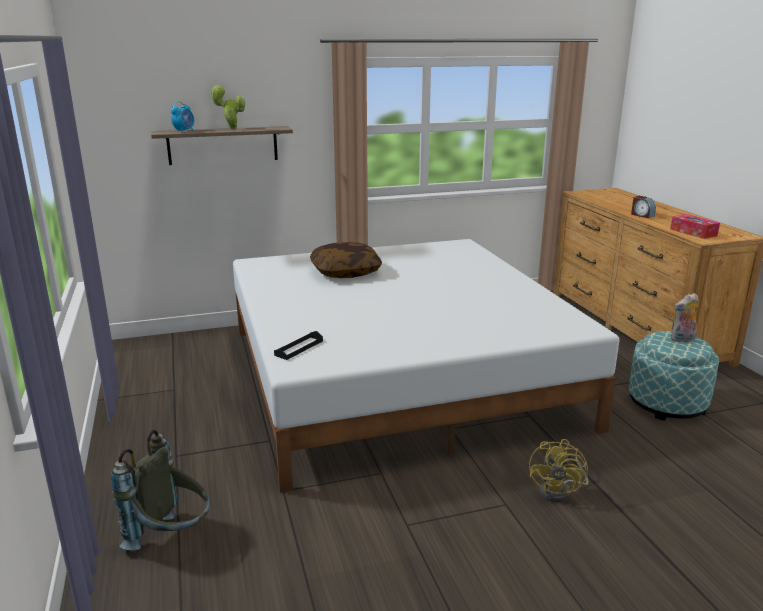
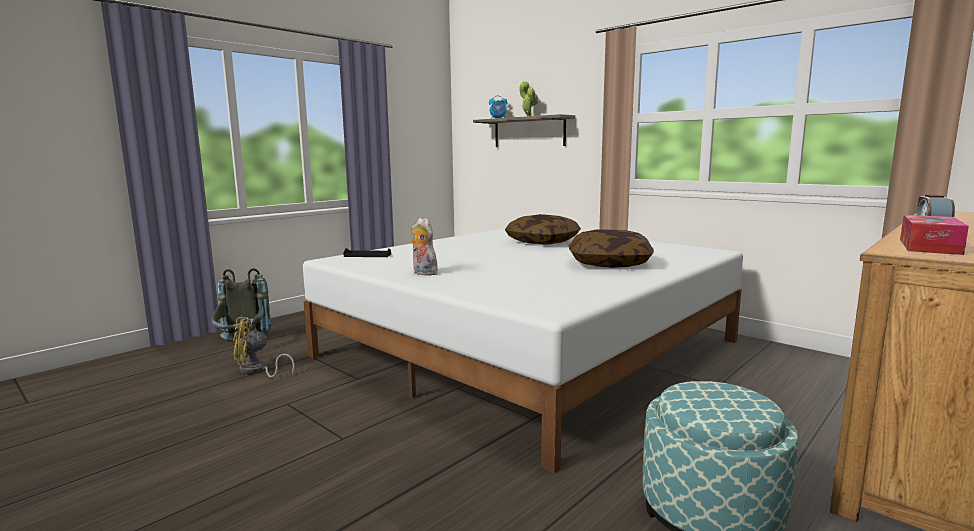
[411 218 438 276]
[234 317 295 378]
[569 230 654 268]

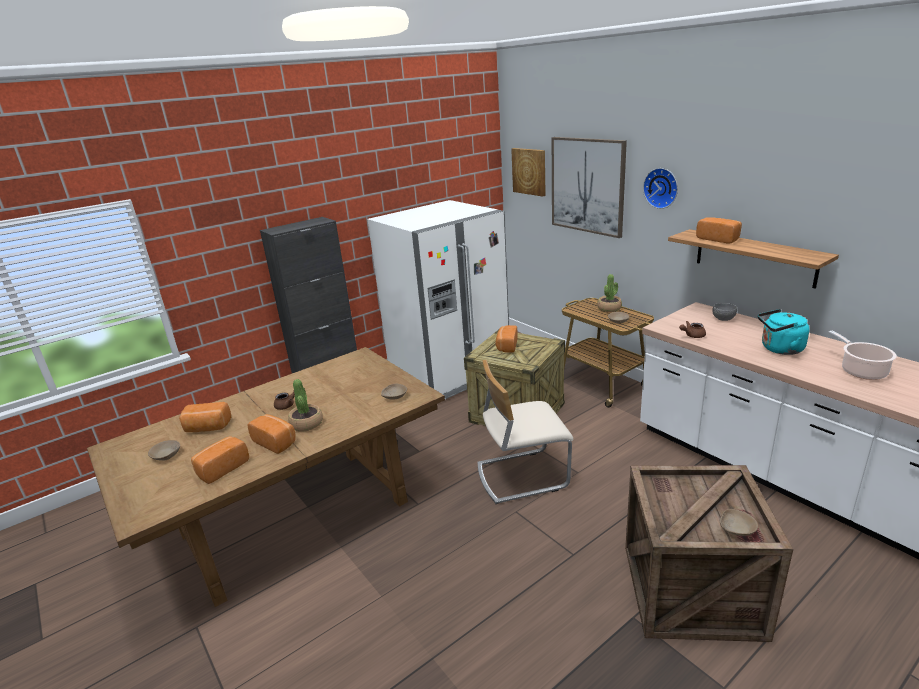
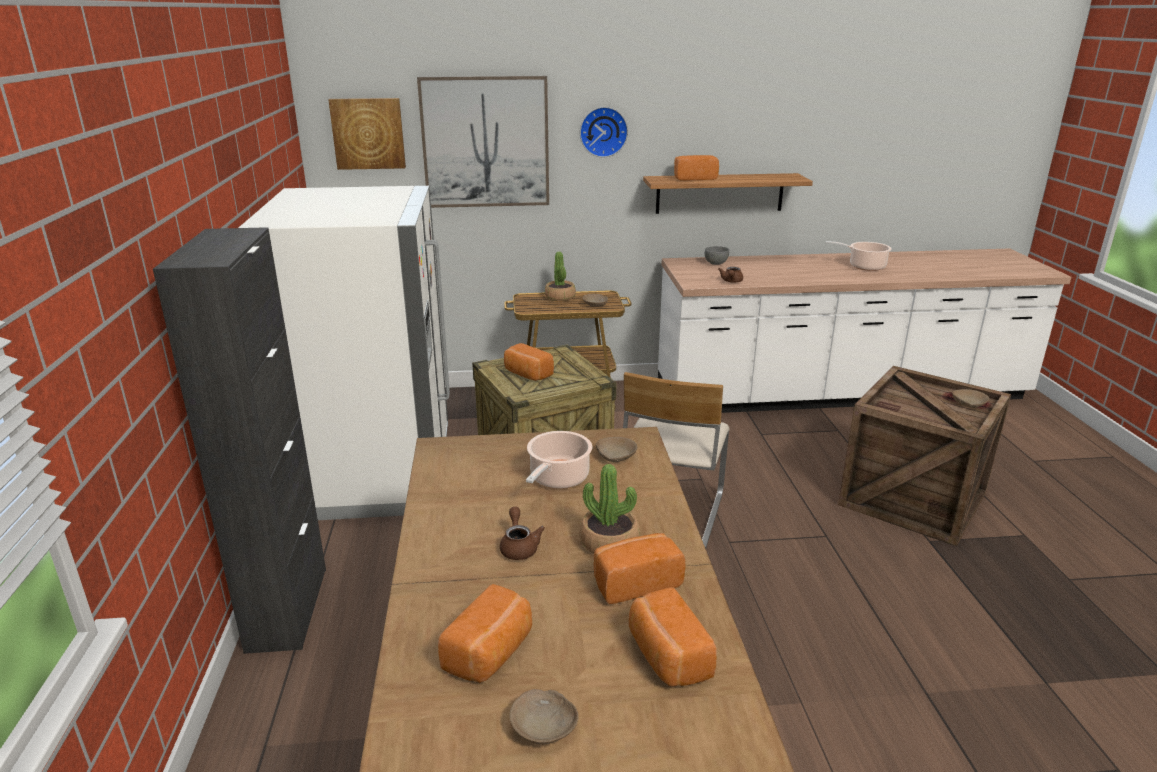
[758 309 810 355] (first image)
[526 431 592 489]

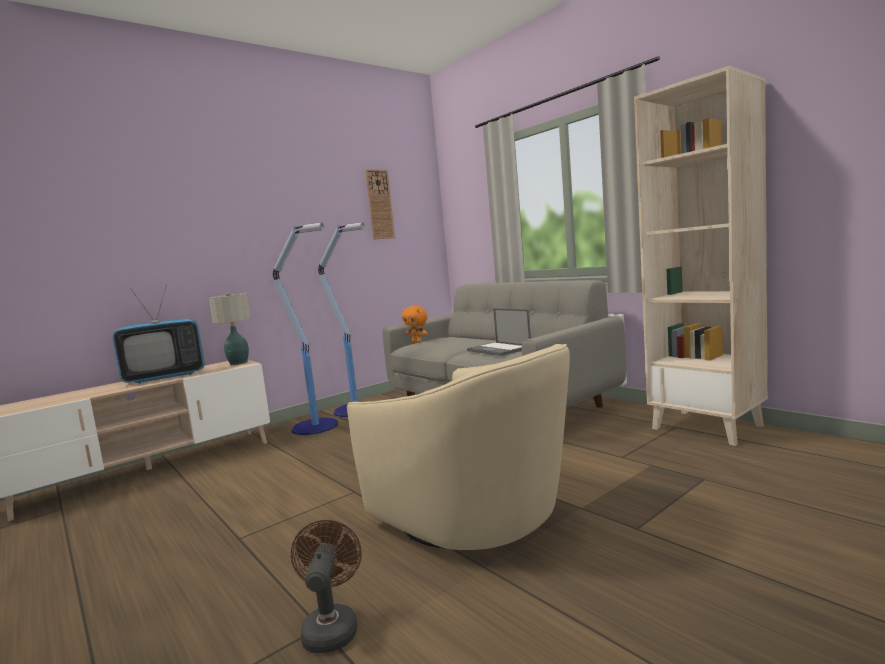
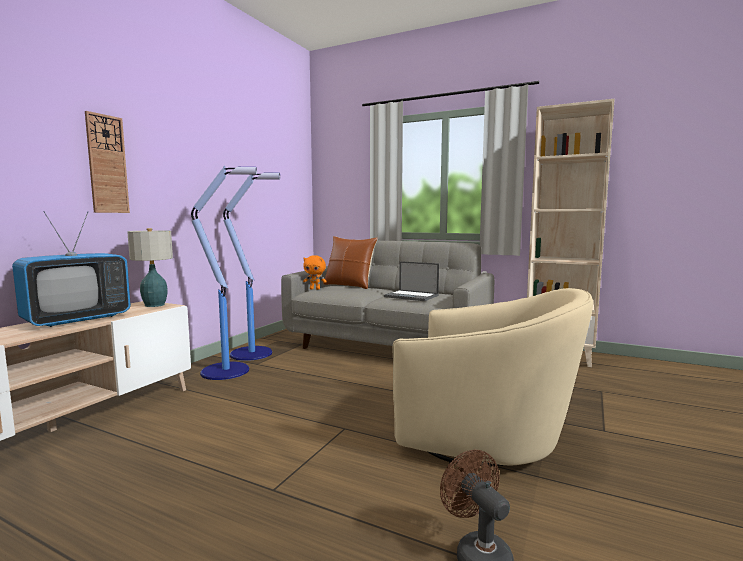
[85 111 130 213]
[323 236 378 289]

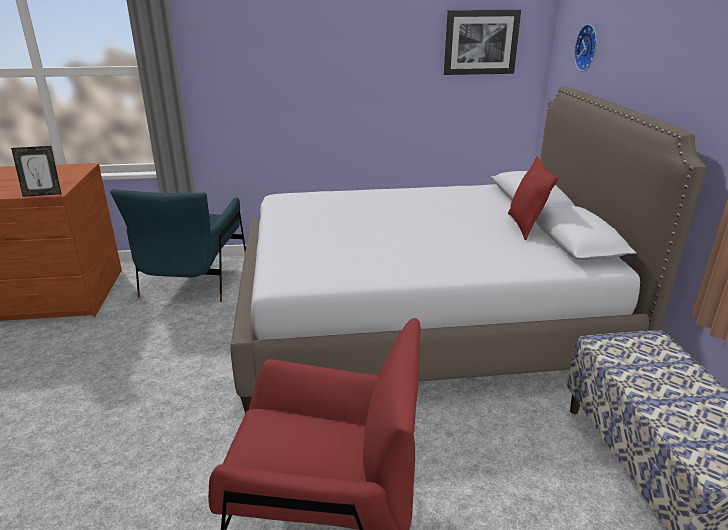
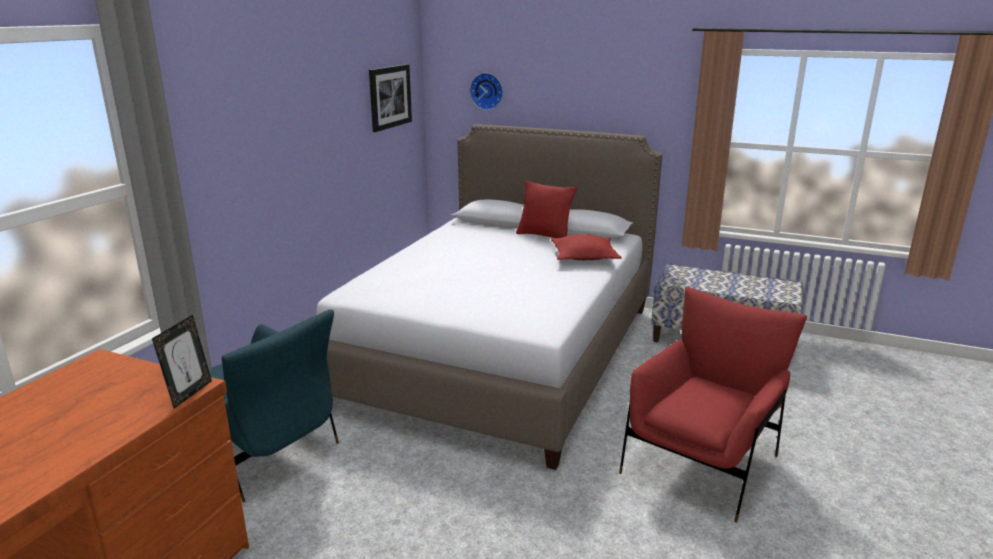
[551 234 622 260]

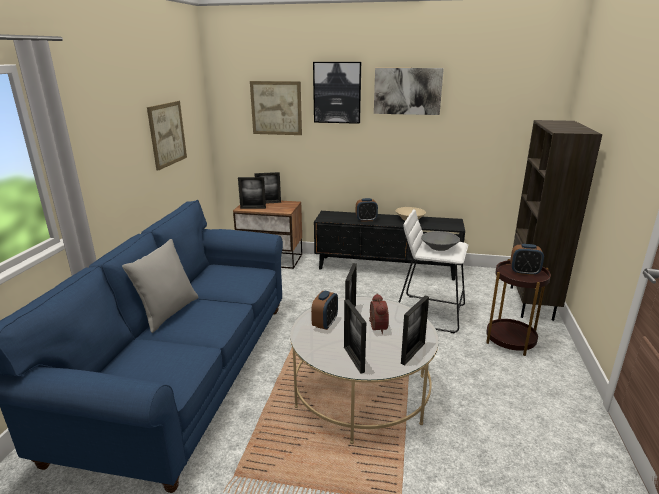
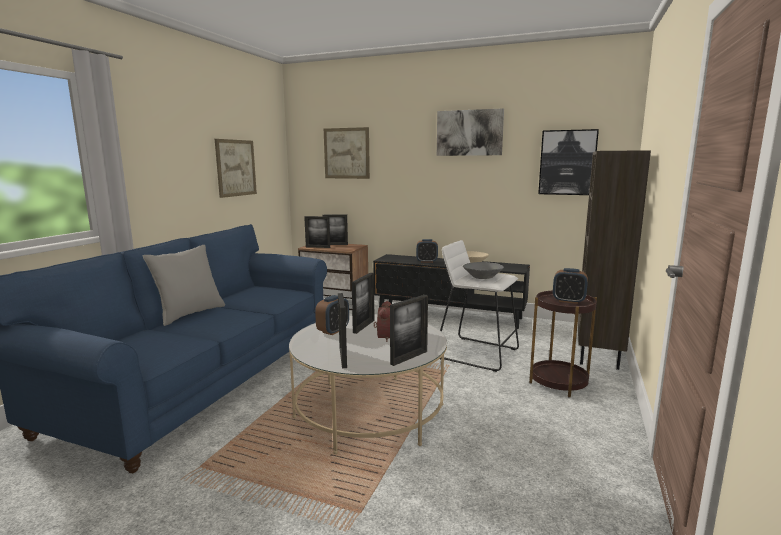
[538 129 599 195]

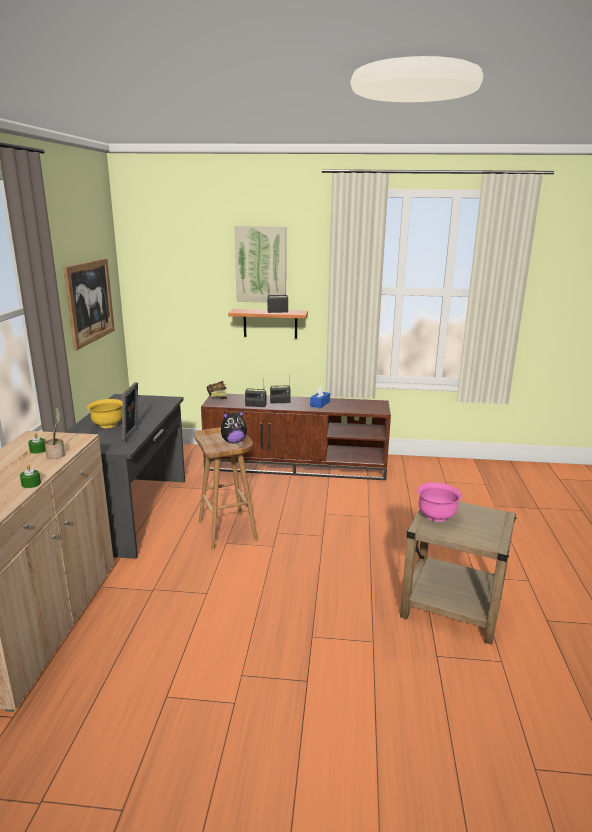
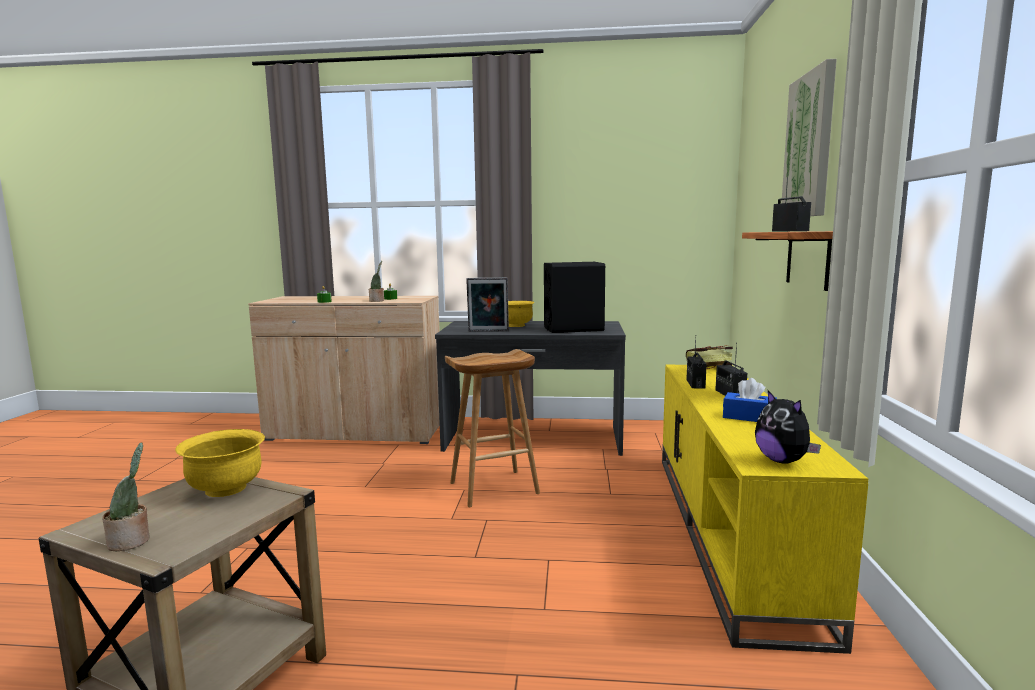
[63 258 115 350] (first image)
[662 365 868 654]
[755 390 821 464]
[175 429 265 497]
[544 262 605 333]
[102 442 150 551]

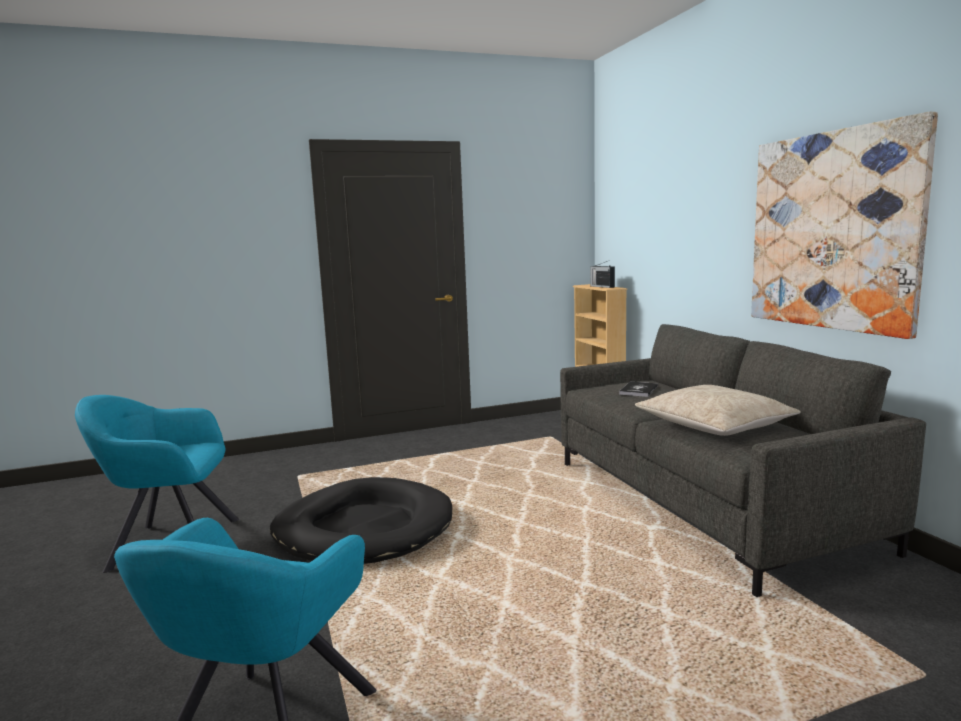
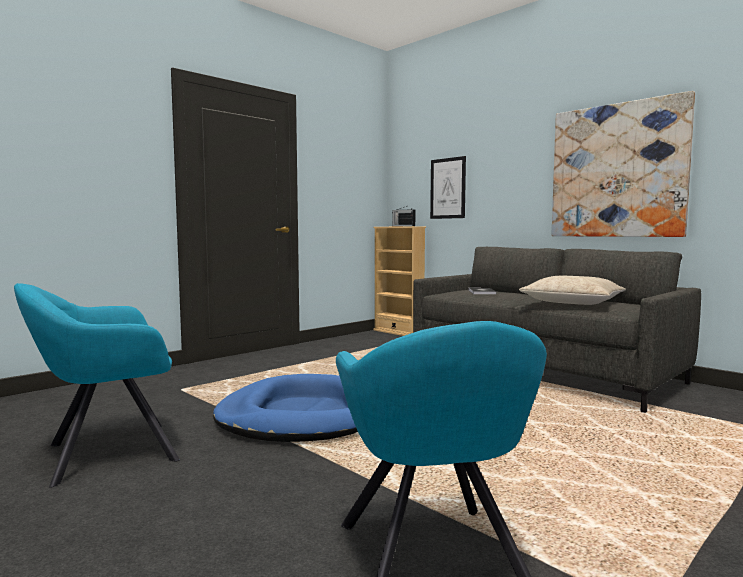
[213 374 358 442]
[430 156 466 219]

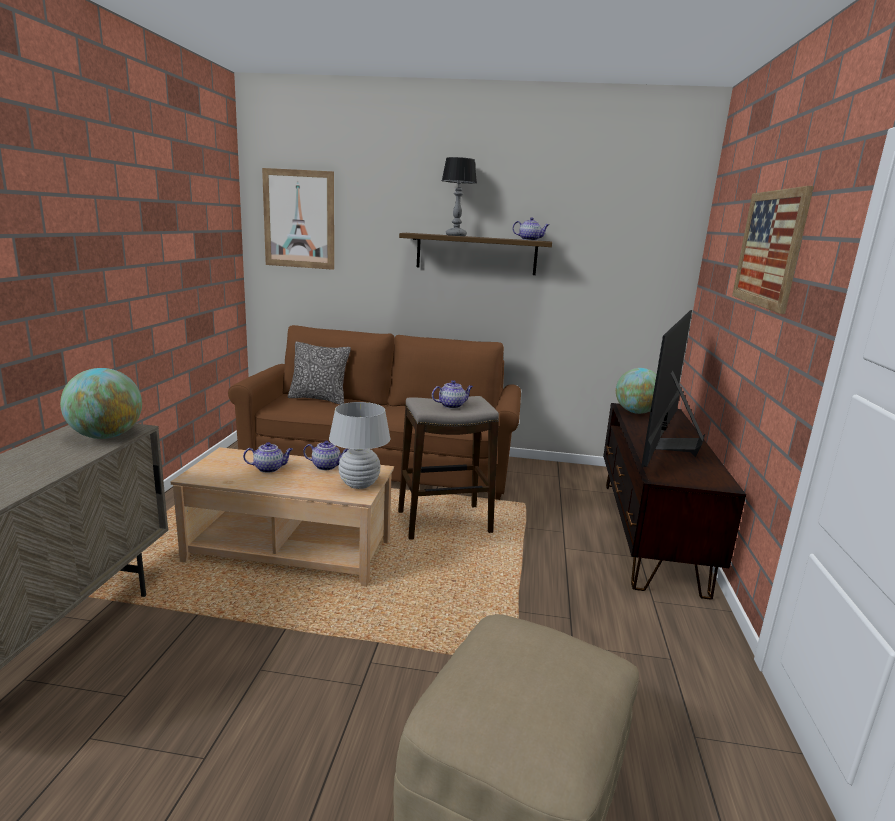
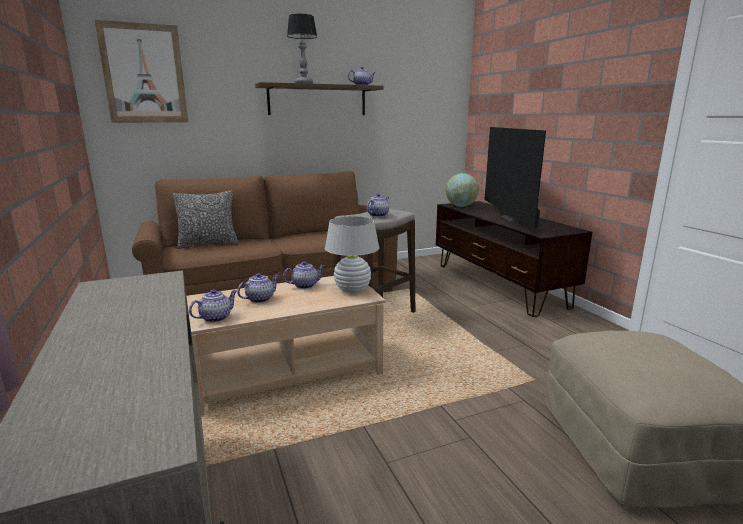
[732 186 814 314] (first image)
[60 368 142 439] (first image)
[189 289 237 323]

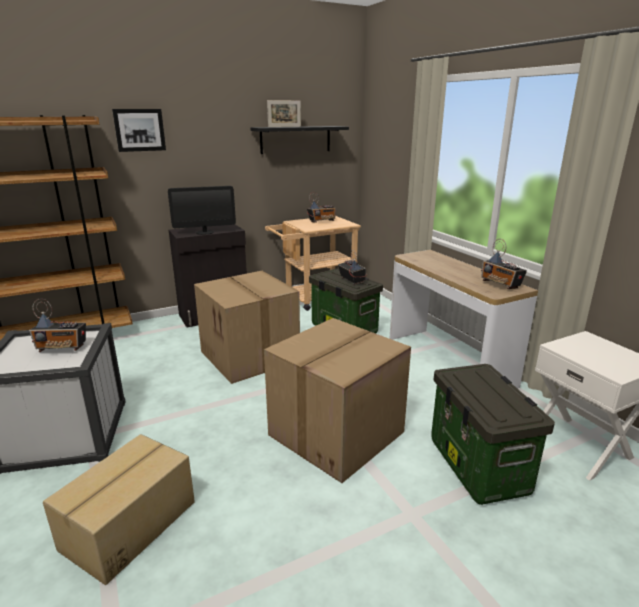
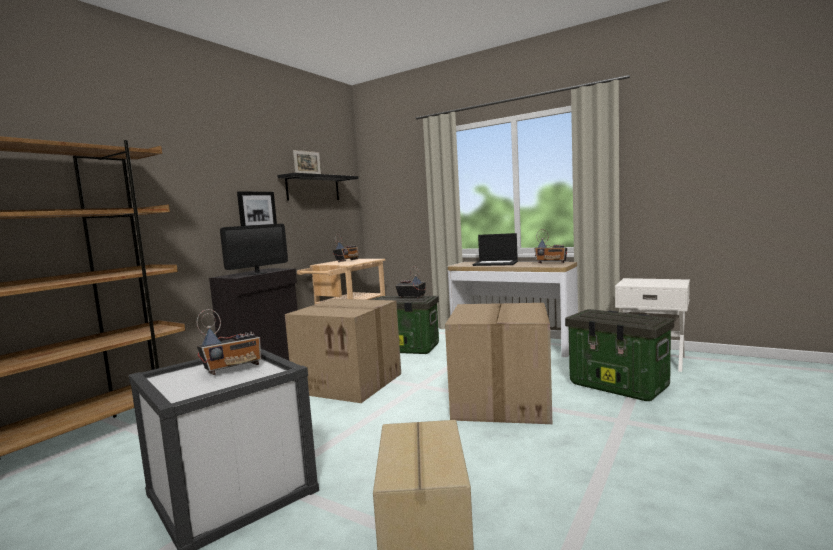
[237 191 277 226]
[472 233 518 266]

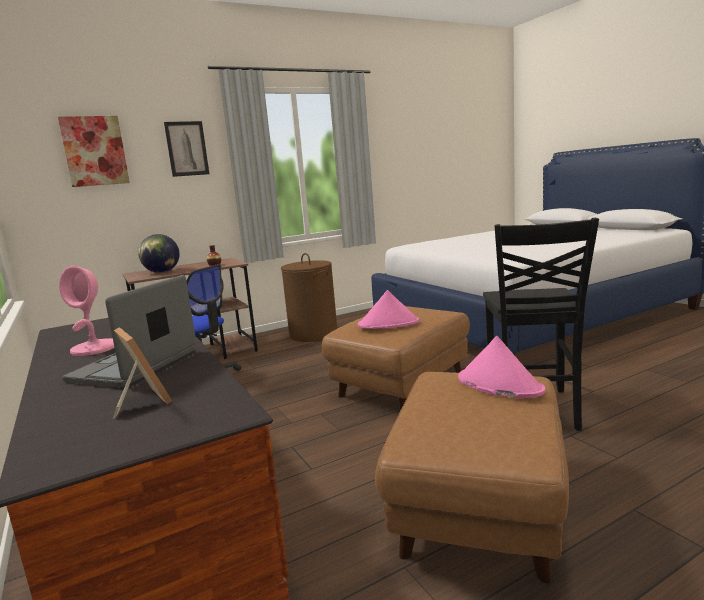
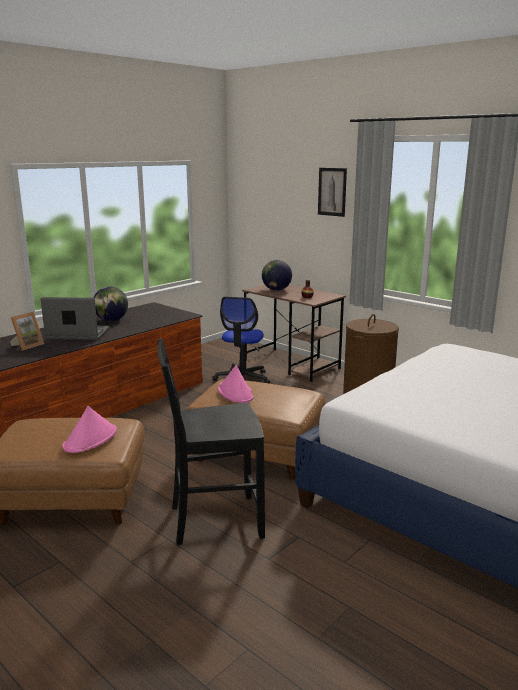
[58 116 130 187] (first image)
[93 287 128 322]

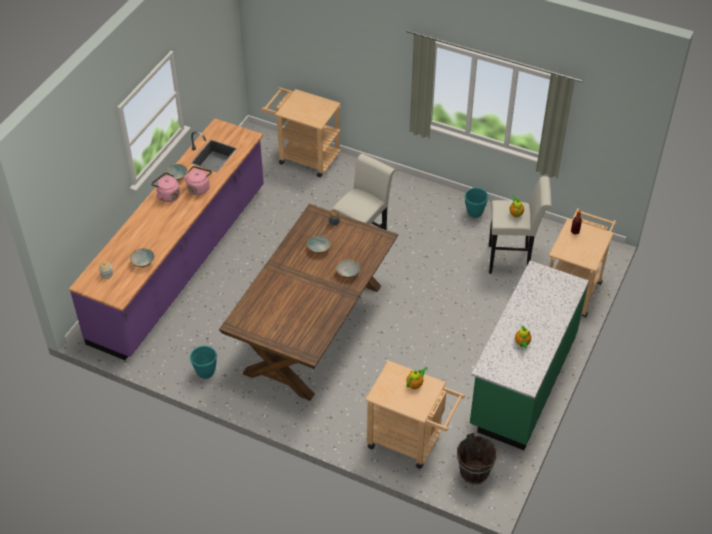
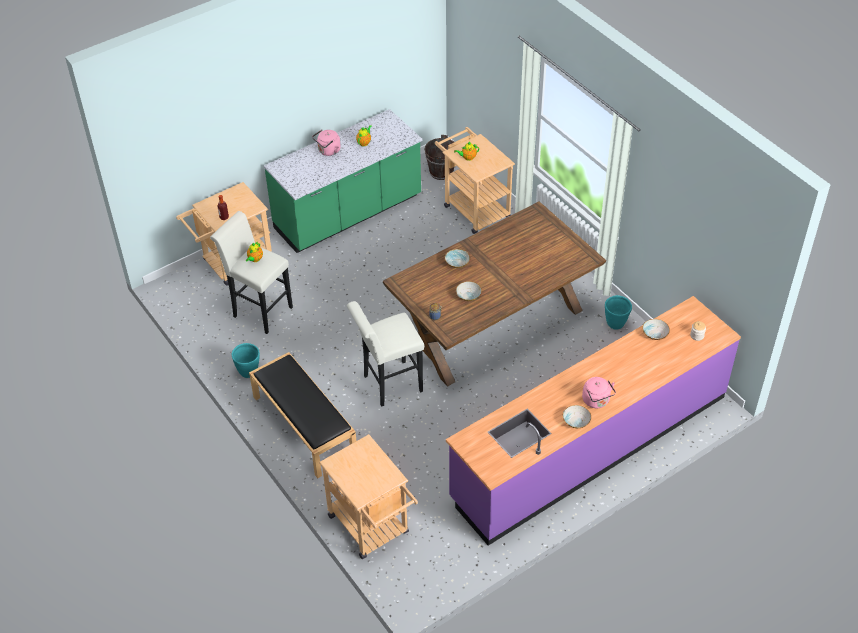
[312 129 341 156]
[249 352 356 478]

